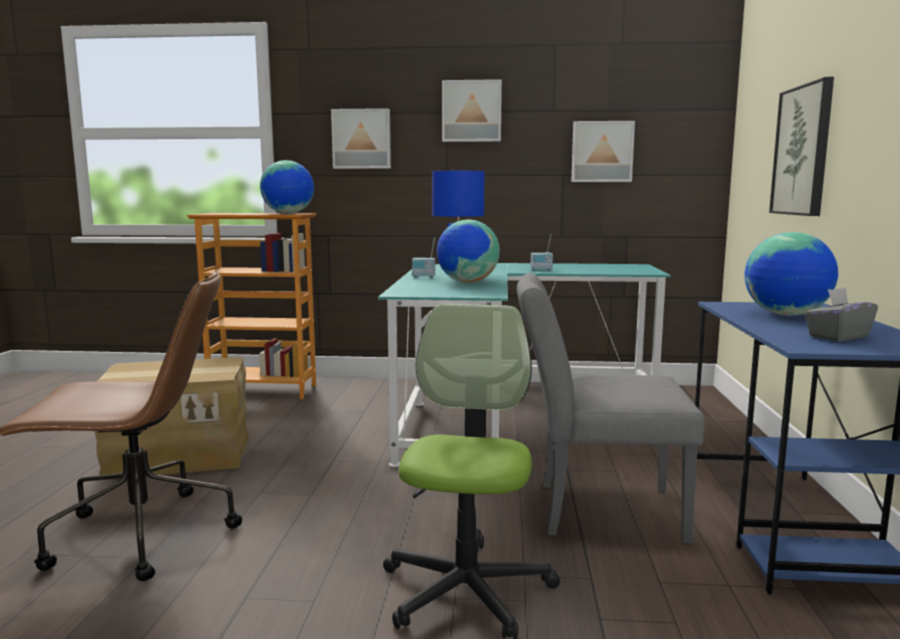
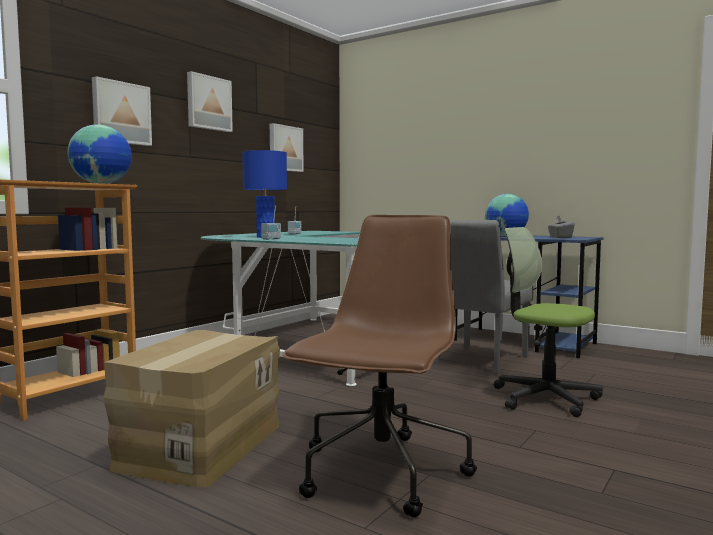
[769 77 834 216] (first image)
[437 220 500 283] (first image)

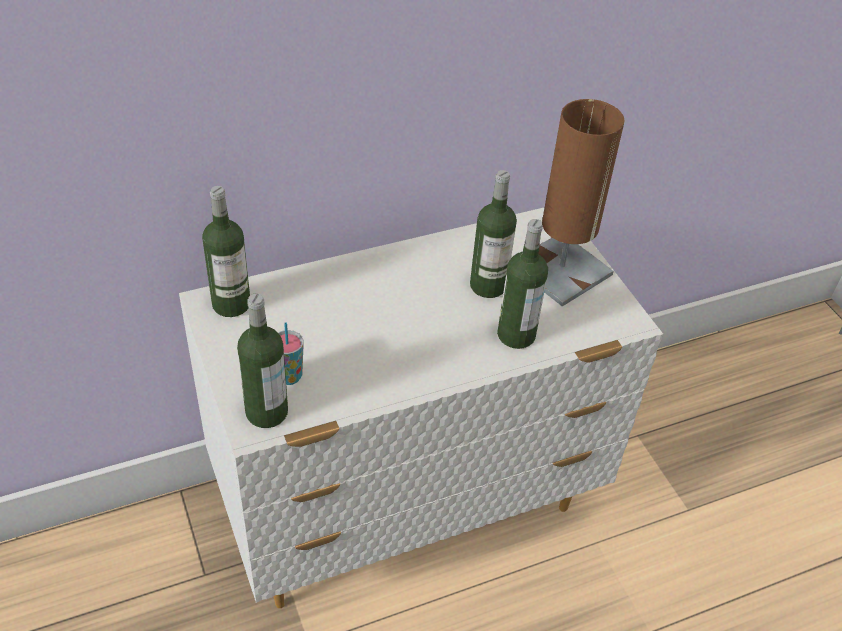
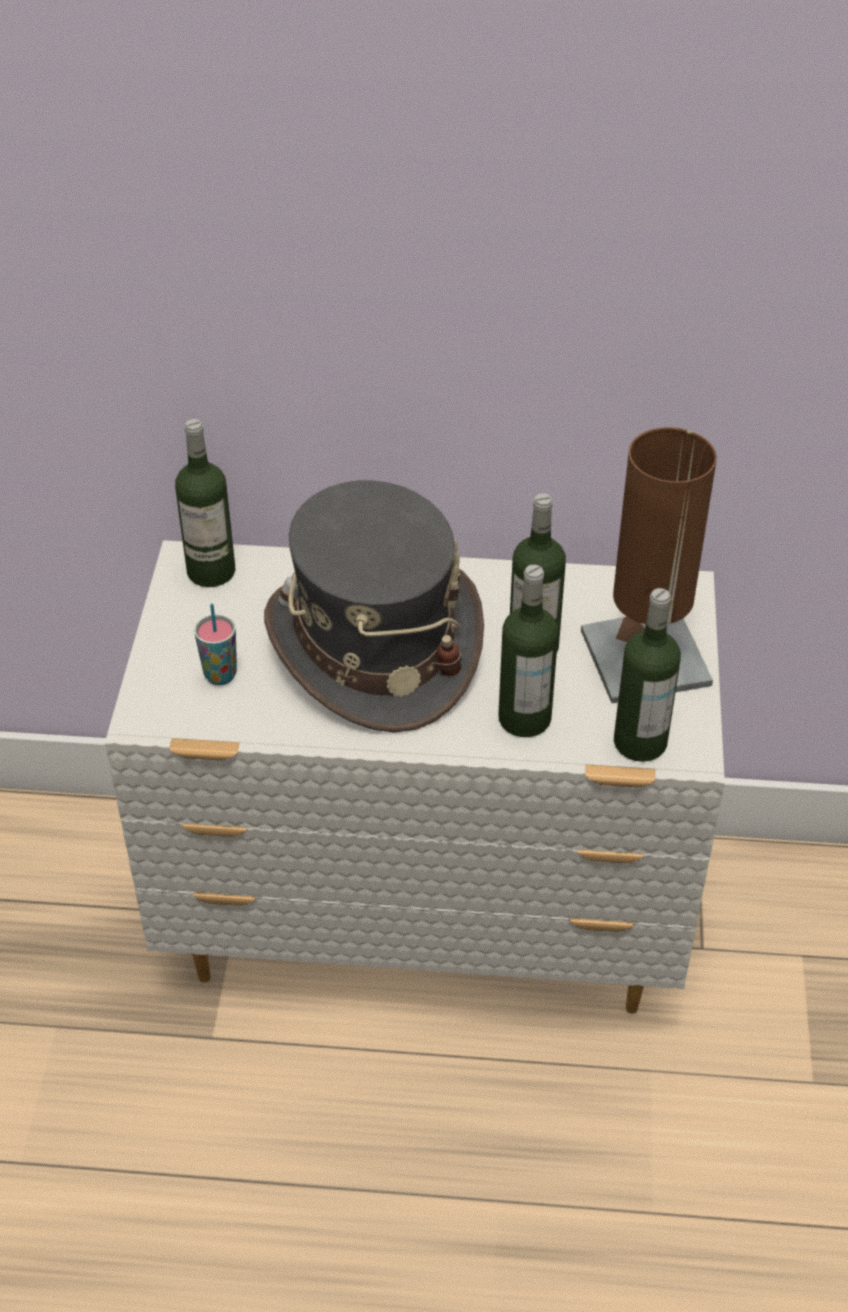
[614 588 681 762]
[264 480 484 733]

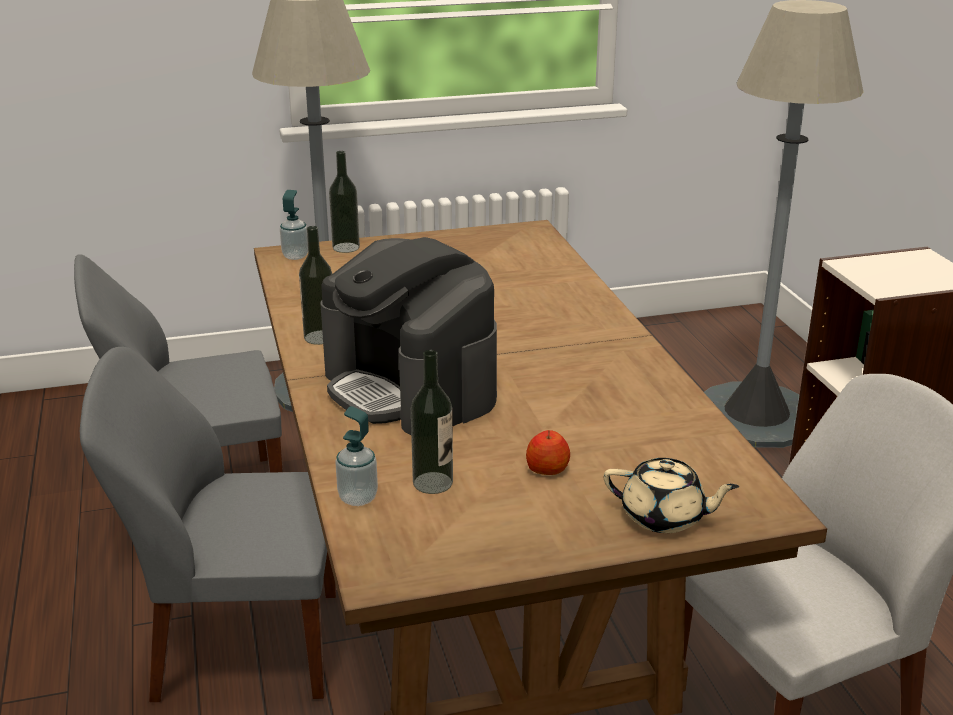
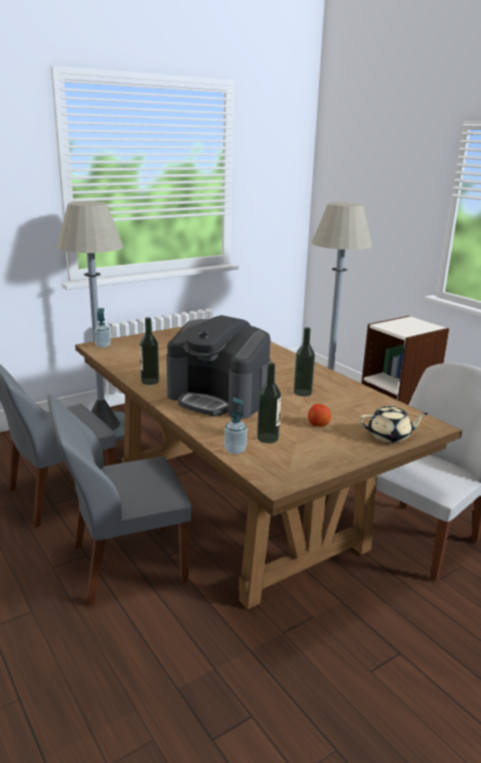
[294 327 315 396]

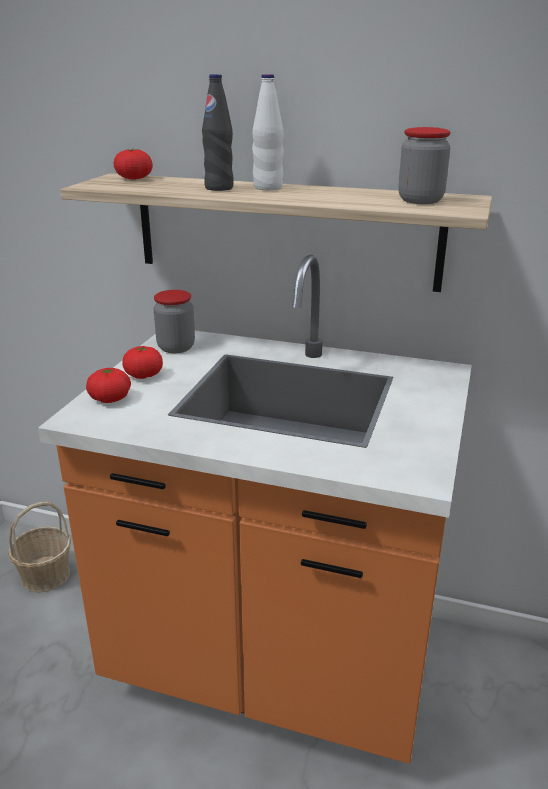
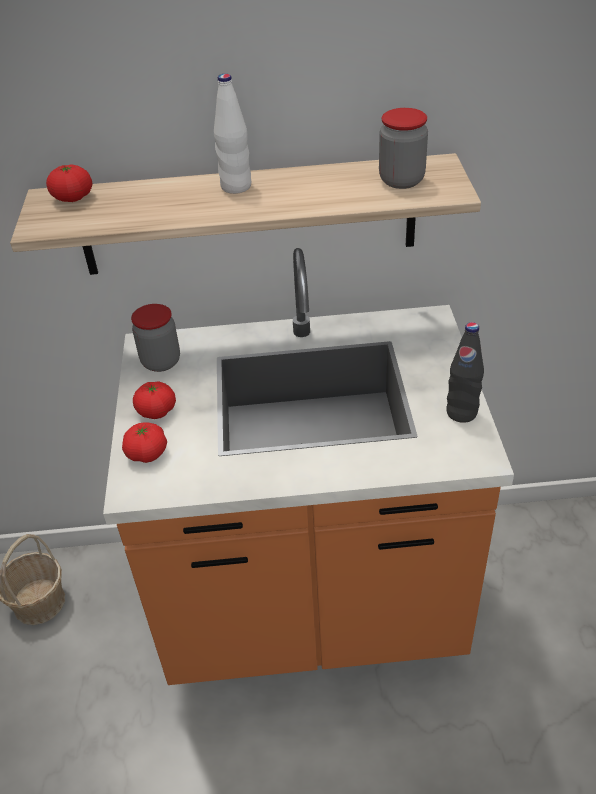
[446 322 484 423]

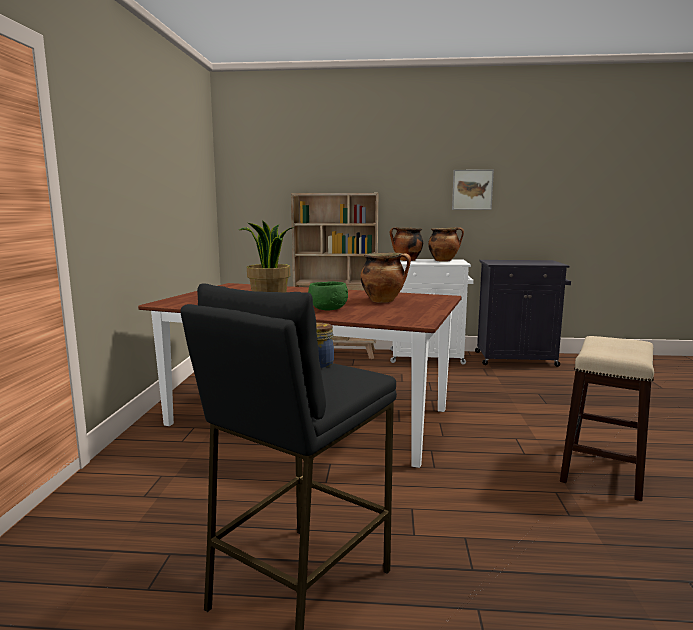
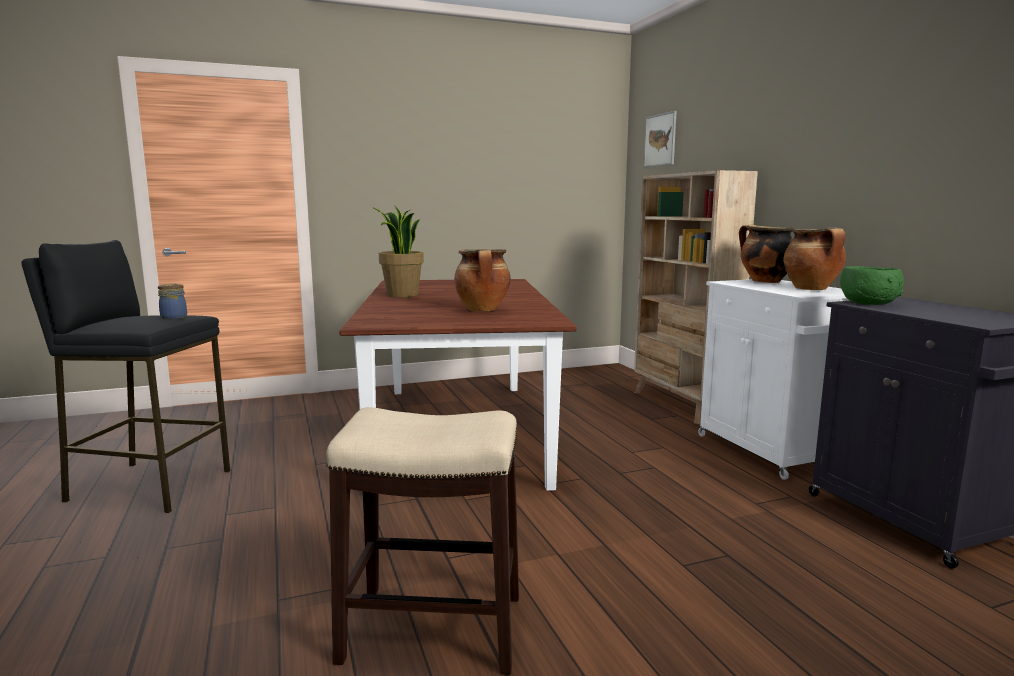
[644 111 677 167]
[840 266 904 305]

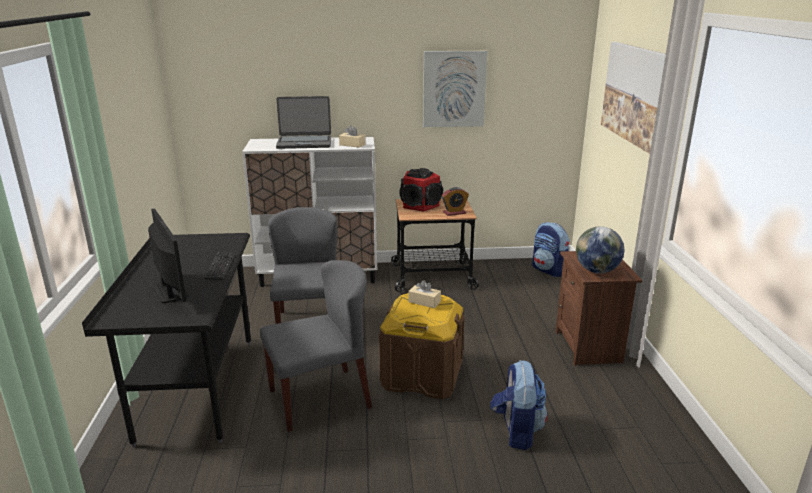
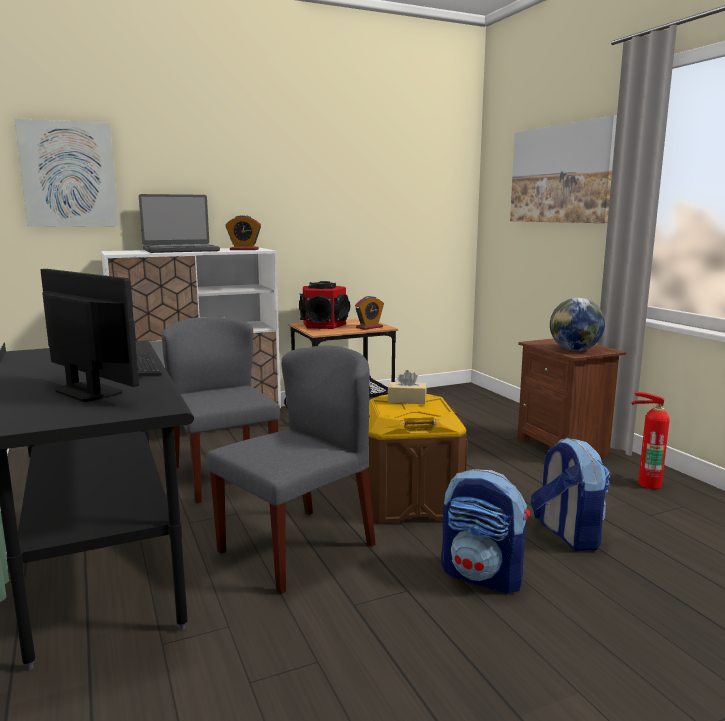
[15 118 119 227]
[225 215 261 250]
[441 469 530 594]
[631 392 670 489]

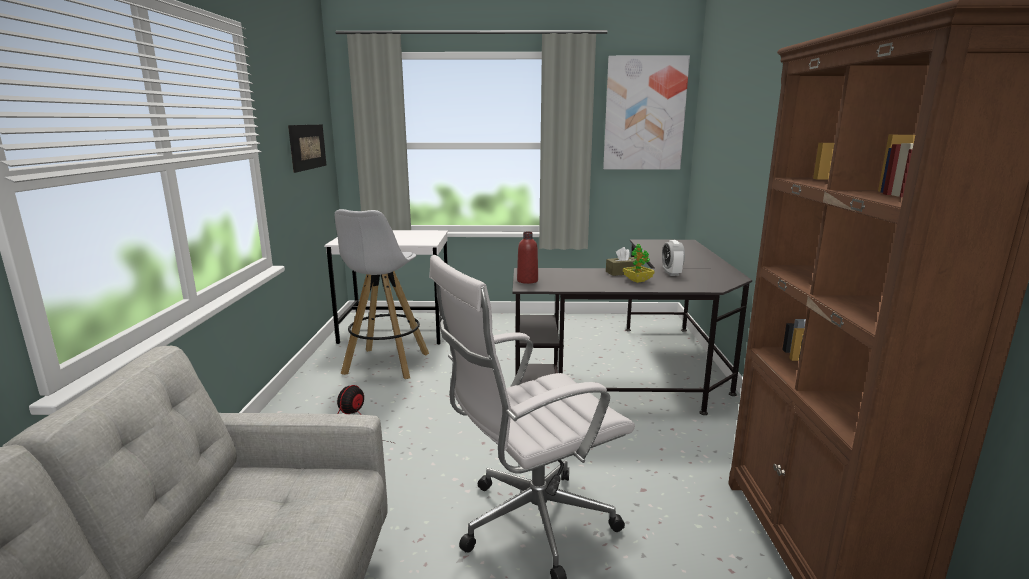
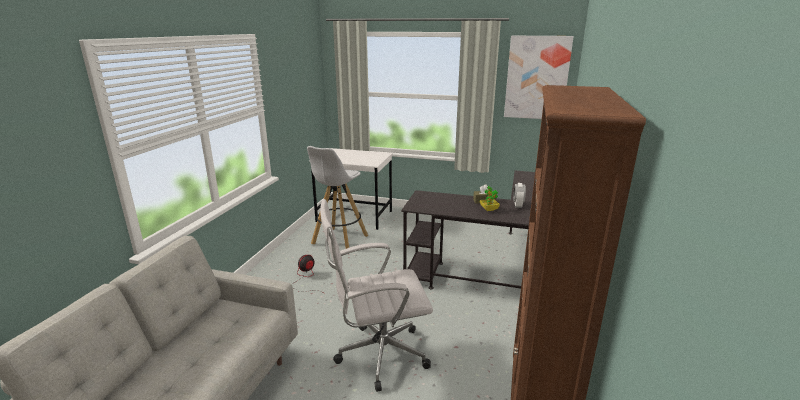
[288 125 327 173] (first image)
[517 231 538 284] (first image)

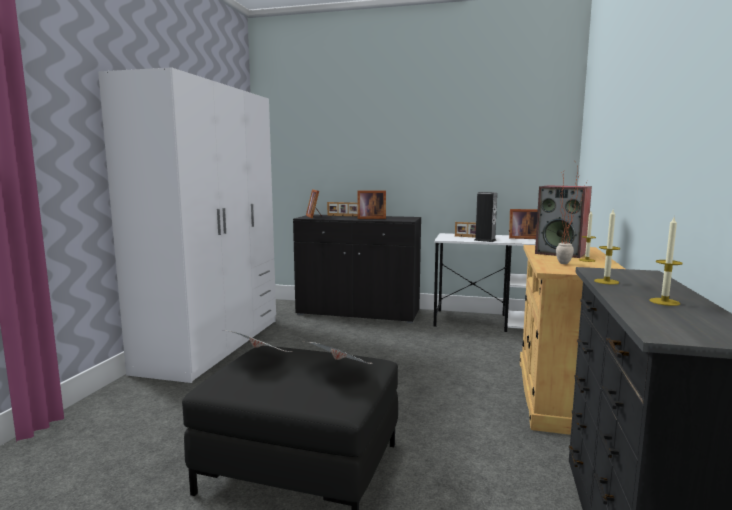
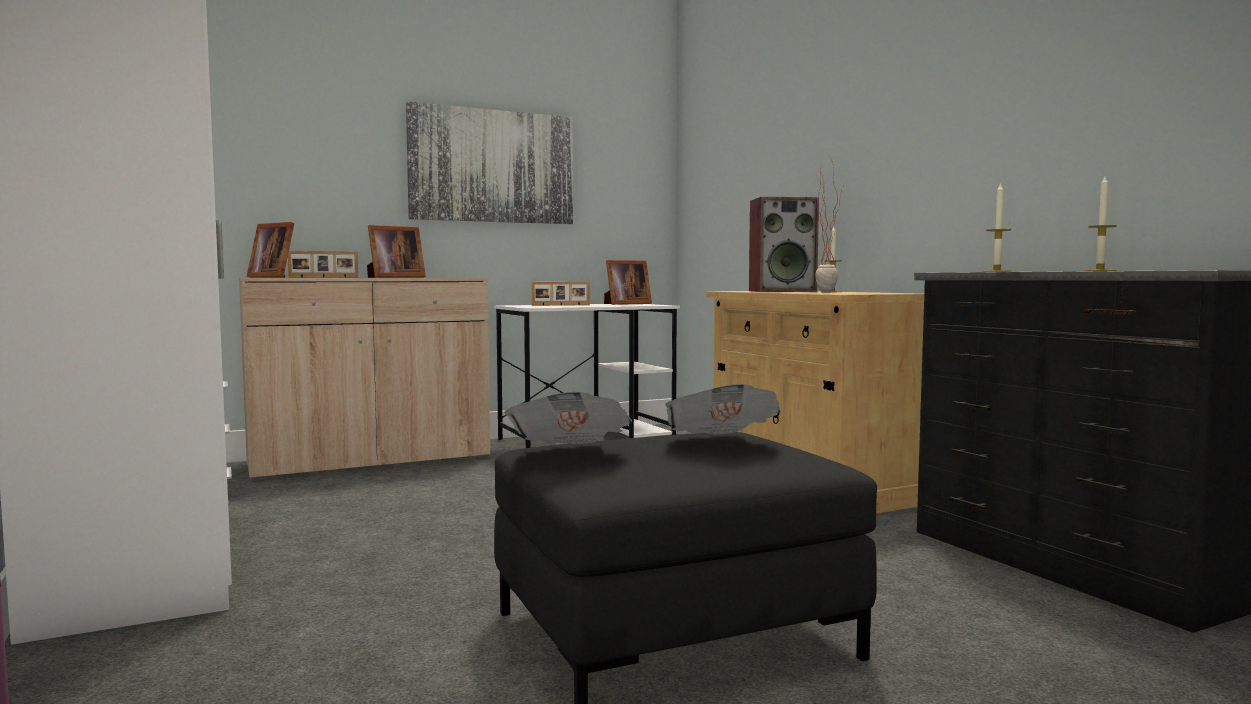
[474 192 497 242] (first image)
[239 278 490 481]
[406 102 573 224]

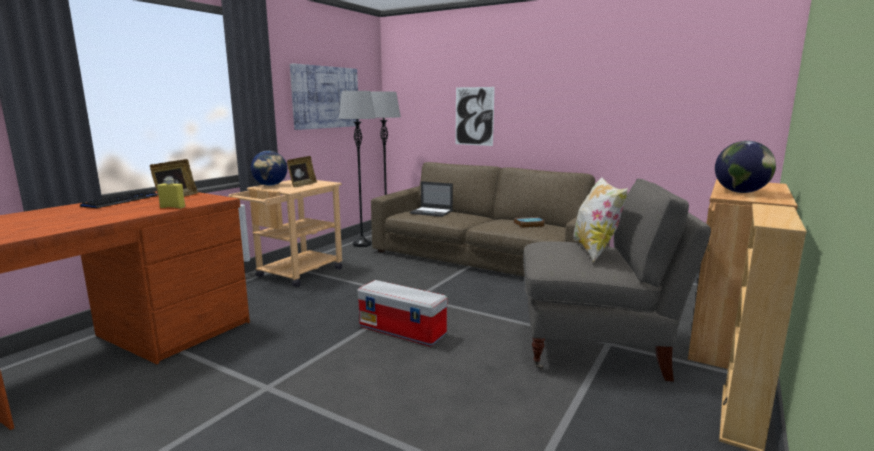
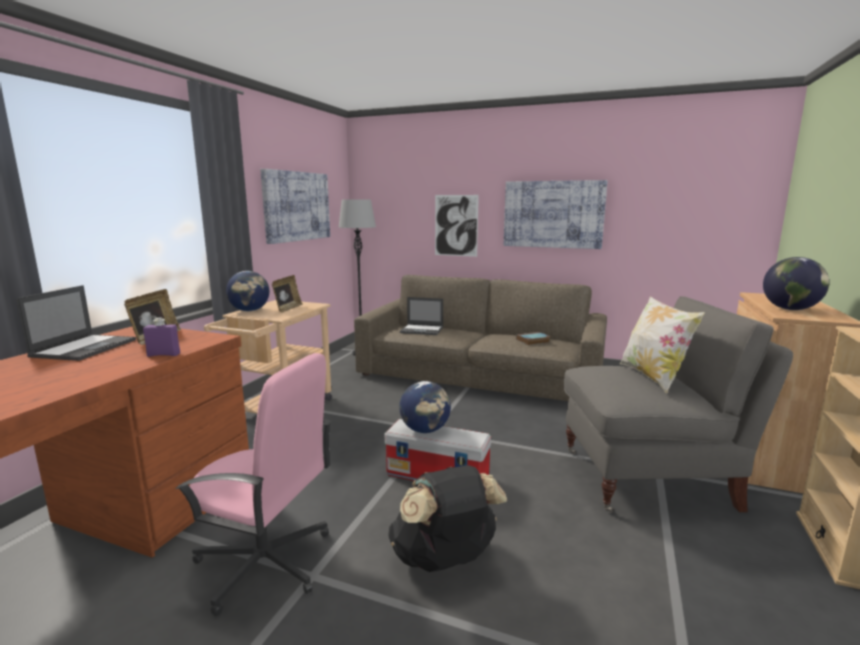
[339 91 376 247] (first image)
[143 318 180 357]
[16 285 136 361]
[504 180 608 249]
[176 353 332 616]
[399 381 451 433]
[388 465 507 572]

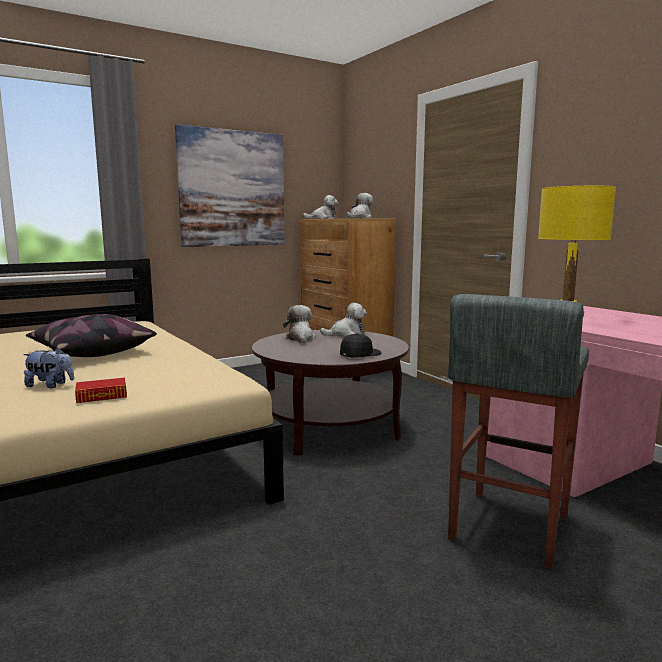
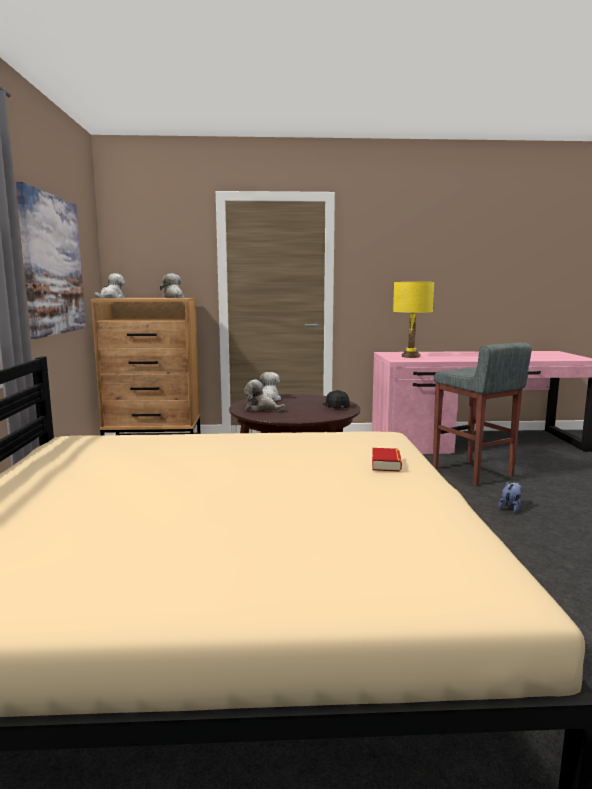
[26 314 157 357] (first image)
[498 481 522 513]

